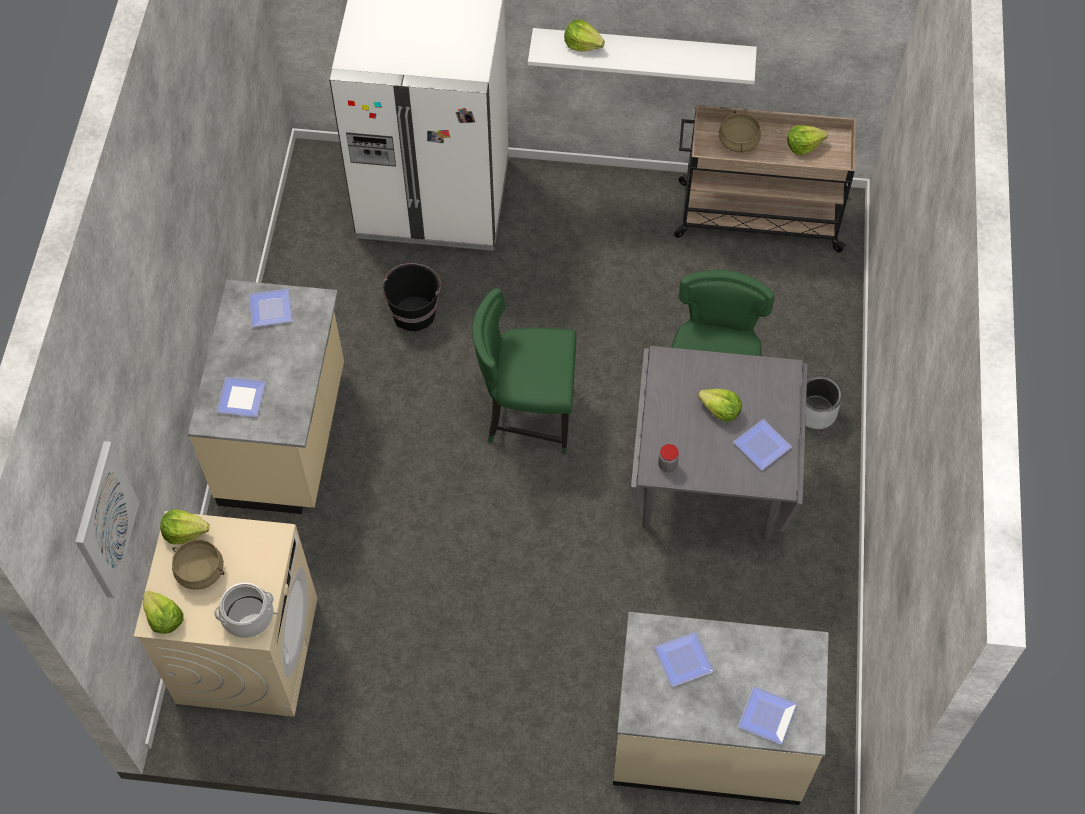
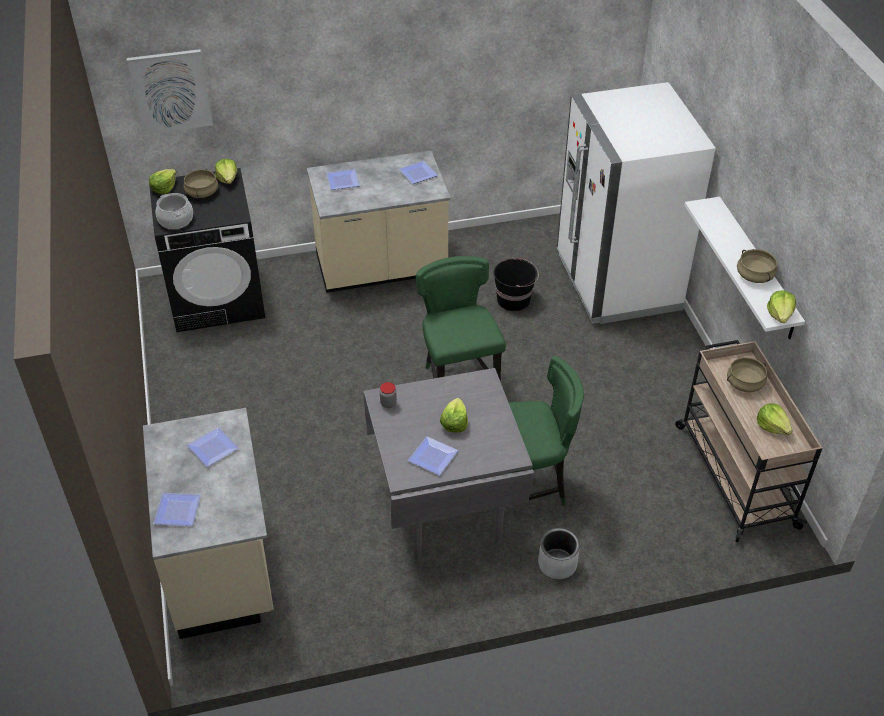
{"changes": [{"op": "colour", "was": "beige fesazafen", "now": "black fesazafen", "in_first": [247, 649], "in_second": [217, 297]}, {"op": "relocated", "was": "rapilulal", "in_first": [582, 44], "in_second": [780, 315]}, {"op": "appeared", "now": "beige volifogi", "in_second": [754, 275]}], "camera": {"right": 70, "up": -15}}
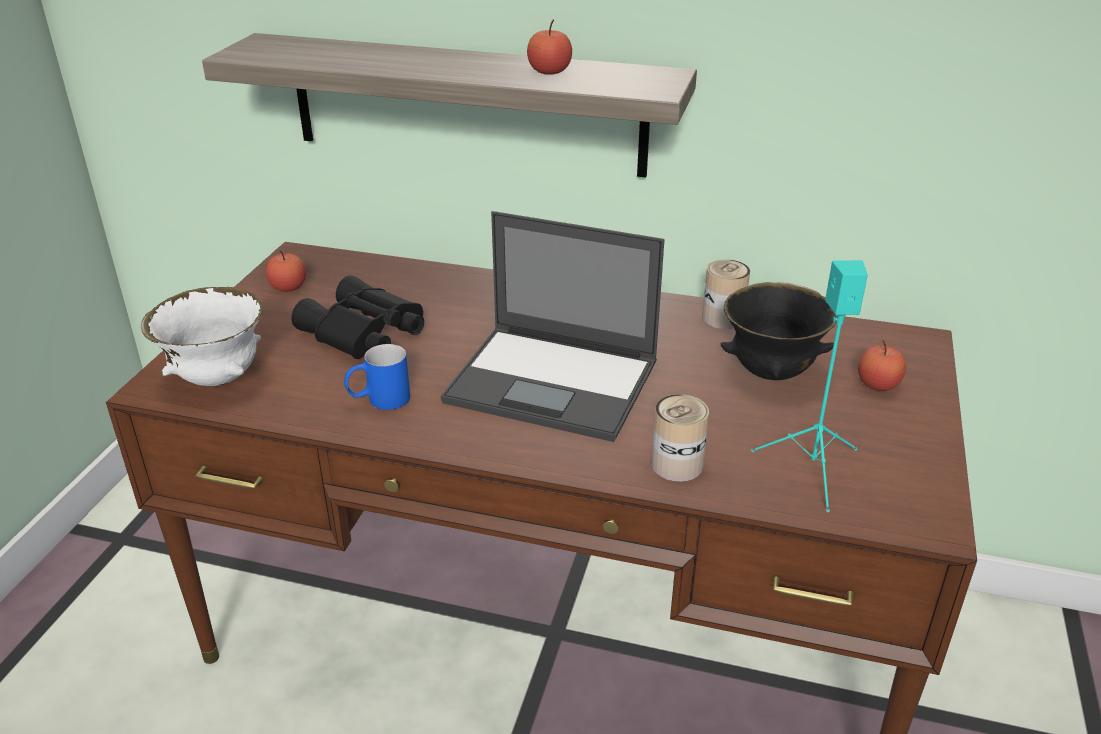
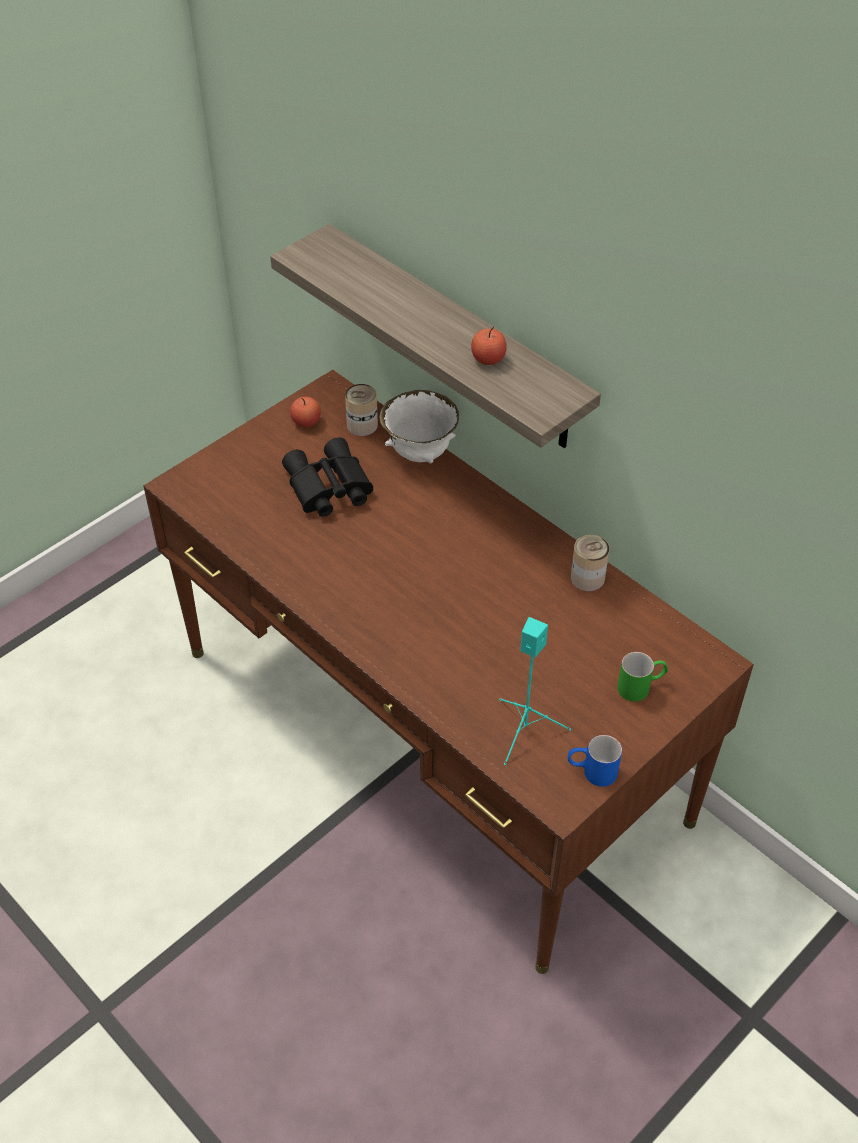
{"changes": [{"op": "relocated", "was": "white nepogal", "in_first": [217, 378], "in_second": [420, 453]}, {"op": "relocated", "was": "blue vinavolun", "in_first": [379, 401], "in_second": [591, 771]}, {"op": "missing", "was": "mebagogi", "in_first": [555, 382]}, {"op": "relocated", "was": "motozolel", "in_first": [677, 464], "in_second": [362, 425]}, {"op": "missing", "was": "black nepogal", "in_first": [772, 373]}, {"op": "exchanged", "was": "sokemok", "now": "green vinavolun", "in_first": [878, 384], "in_second": [641, 687]}], "camera": {"right": 30, "up": 15}}
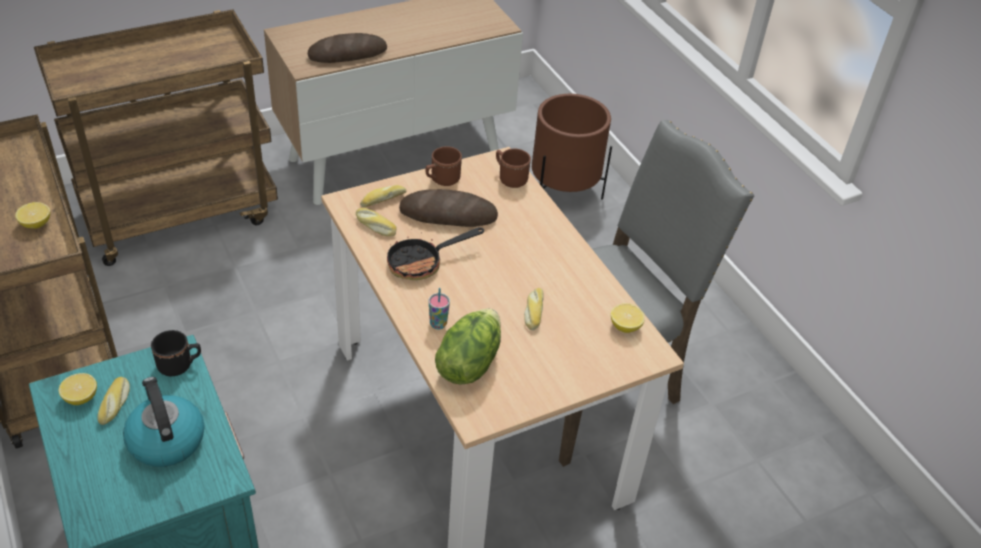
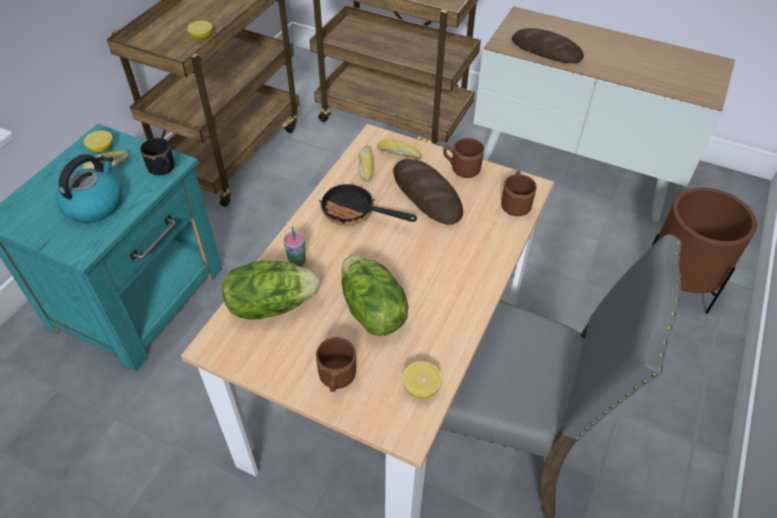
{"changes": [{"op": "exchanged", "was": "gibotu", "now": "rapilulal", "in_first": [533, 312], "in_second": [371, 311]}, {"op": "appeared", "now": "brown vinavolun", "in_second": [336, 379]}], "camera": {"right": 55, "up": 5}}
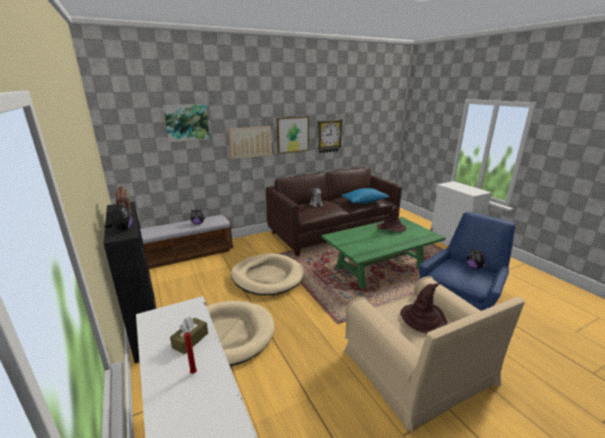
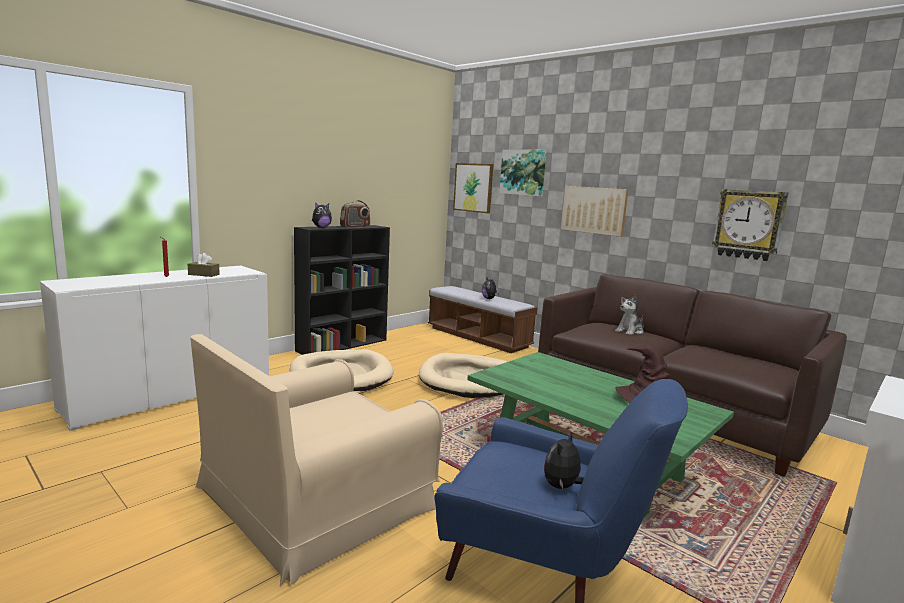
{"changes": [{"op": "relocated", "was": "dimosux", "in_first": [292, 134], "in_second": [473, 187]}, {"op": "missing", "was": "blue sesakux", "in_first": [364, 202]}, {"op": "missing", "was": "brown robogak", "in_first": [423, 319]}], "camera": {"right": 70, "up": -10}}
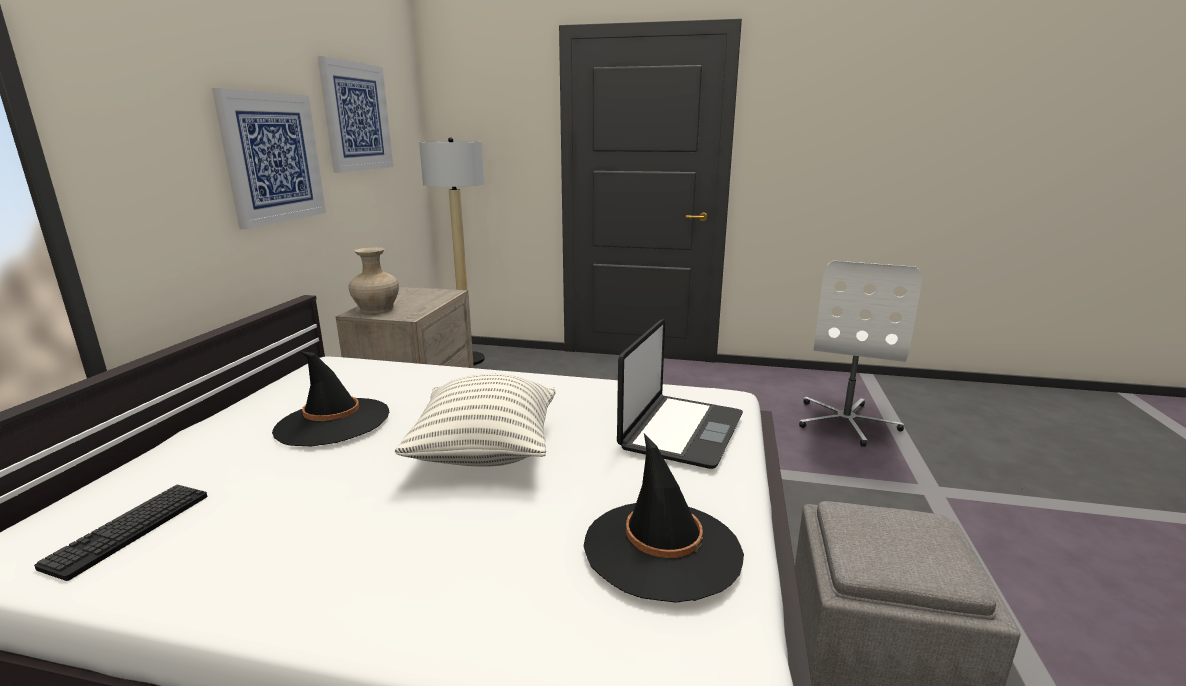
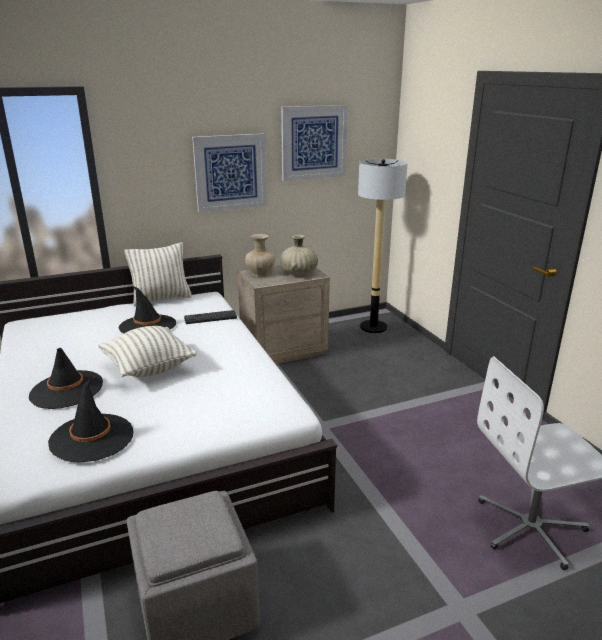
{"changes": [{"op": "relocated", "was": "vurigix", "in_first": [129, 529], "in_second": [210, 318]}, {"op": "missing", "was": "mebagogi", "in_first": [680, 431]}, {"op": "appeared", "now": "black robogak", "in_second": [66, 390]}, {"op": "appeared", "now": "sesakux", "in_second": [161, 299]}, {"op": "appeared", "now": "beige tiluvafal", "in_second": [298, 273]}], "camera": {"right": 55, "up": 5}}
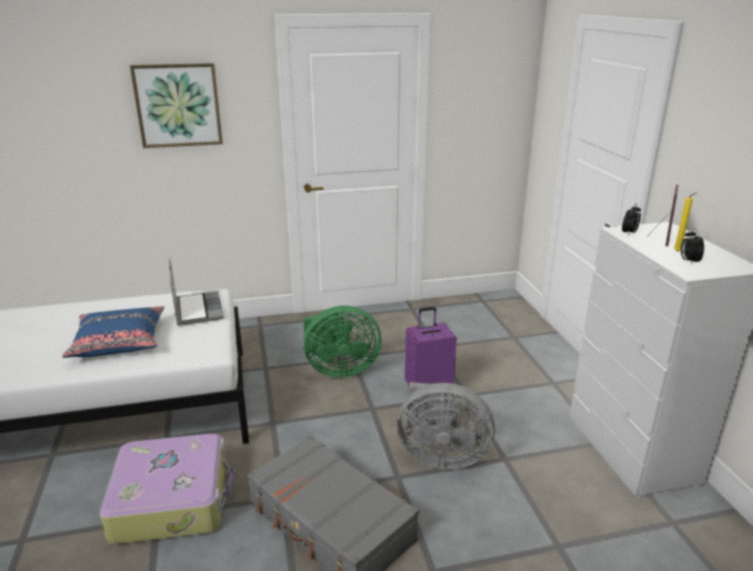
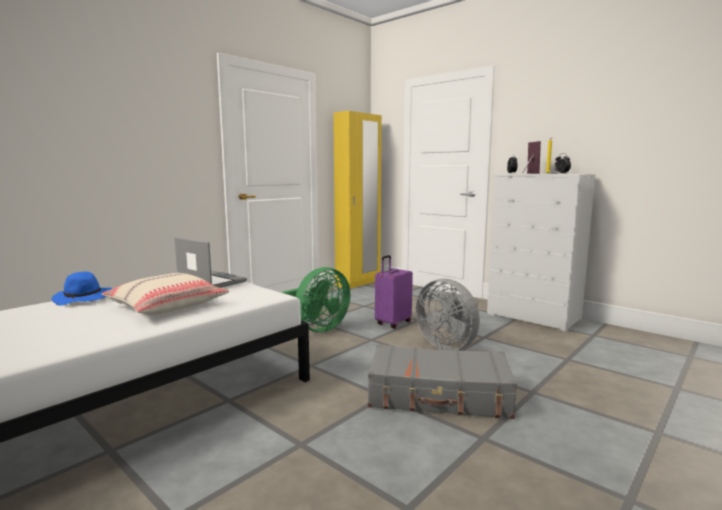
{"changes": [{"op": "colour", "was": "blue sesakux", "now": "beige sesakux", "in_first": [119, 341], "in_second": [167, 306]}, {"op": "missing", "was": "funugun", "in_first": [172, 499]}, {"op": "missing", "was": "dimosux", "in_first": [178, 105]}, {"op": "spun", "was": "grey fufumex", "in_first": [440, 455], "in_second": [448, 346], "clockwise": 75}, {"op": "appeared", "now": "blue robogak", "in_second": [84, 298]}, {"op": "appeared", "now": "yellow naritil", "in_second": [358, 283]}], "camera": {"right": -35, "up": -15}}
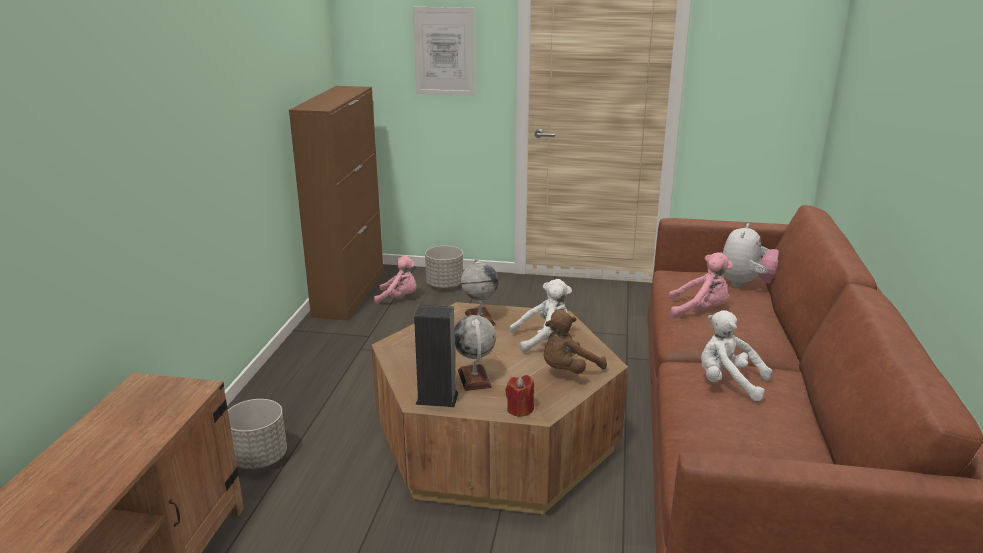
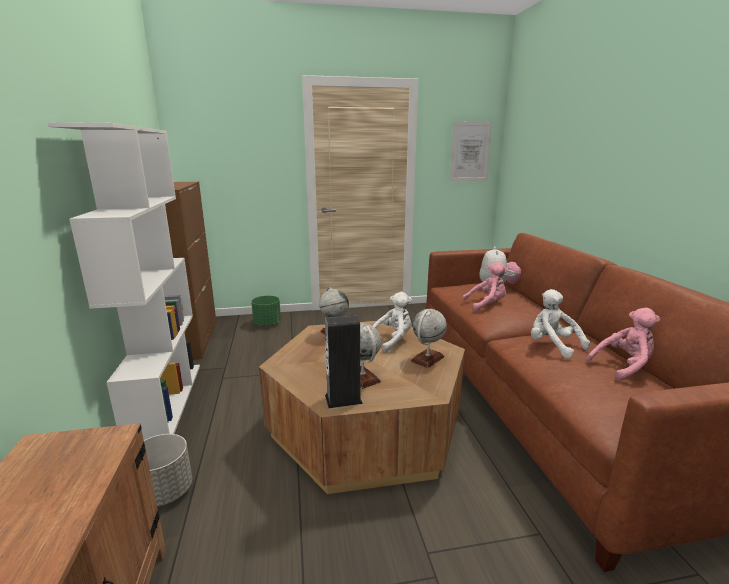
{"changes": [{"op": "relocated", "was": "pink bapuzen", "in_first": [399, 298], "in_second": [623, 367]}, {"op": "relocated", "was": "dimosux", "in_first": [444, 51], "in_second": [470, 152]}, {"op": "colour", "was": "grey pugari", "now": "green pugari", "in_first": [445, 285], "in_second": [267, 324]}, {"op": "missing", "was": "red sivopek", "in_first": [520, 409]}, {"op": "exchanged", "was": "brown bapuzen", "now": "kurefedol", "in_first": [568, 371], "in_second": [427, 359]}, {"op": "spun", "was": "white bapuzen", "in_first": [728, 383], "in_second": [552, 346], "clockwise": 45}, {"op": "appeared", "now": "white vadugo", "in_second": [166, 401]}], "camera": {"right": -20, "up": -5}}
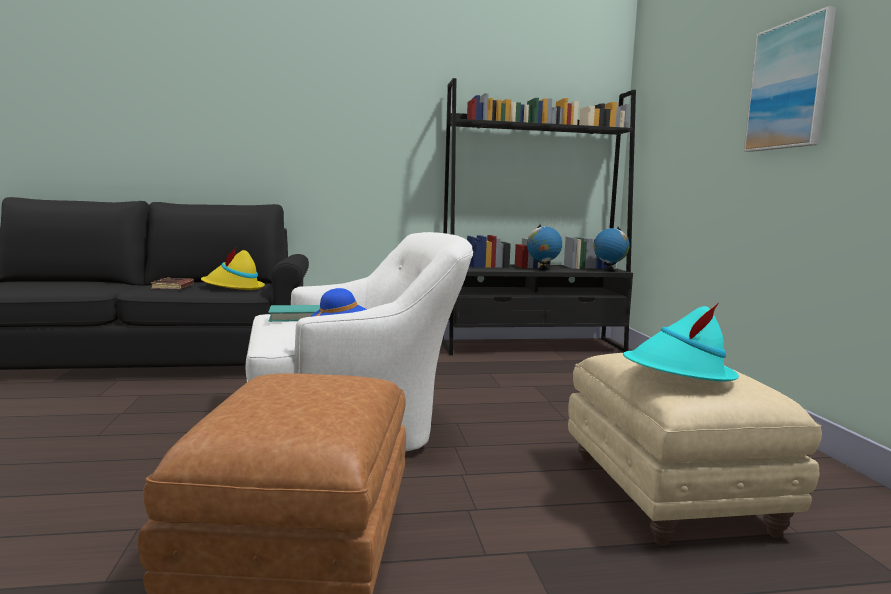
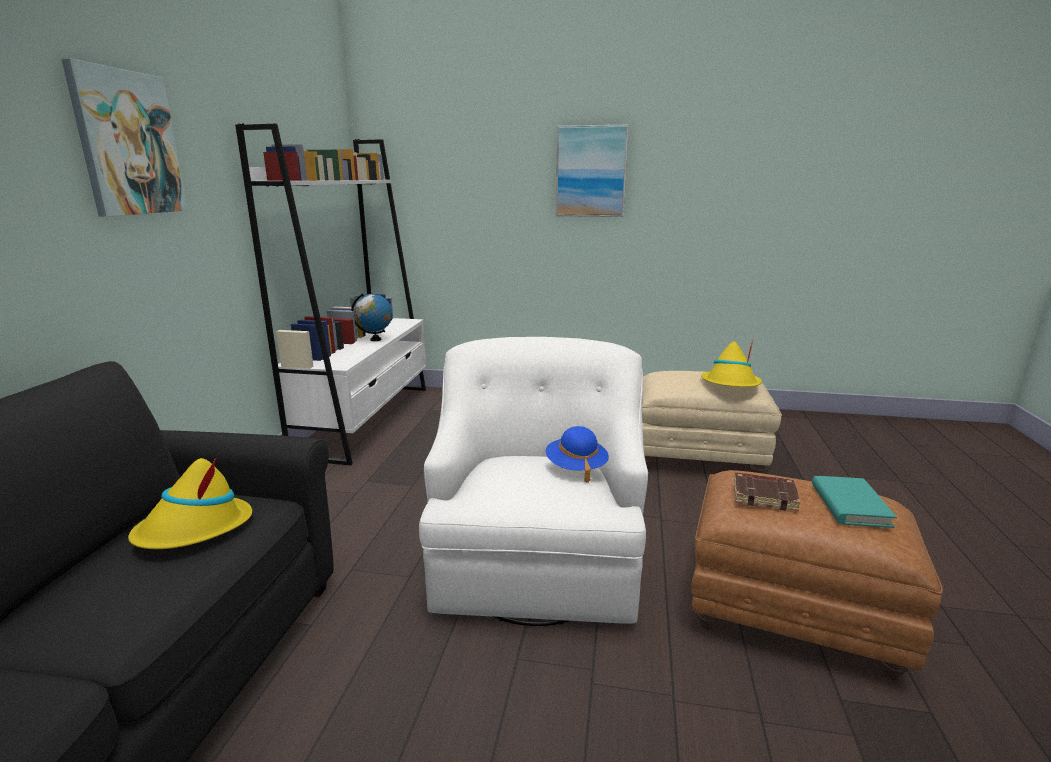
{"changes": [{"op": "relocated", "was": "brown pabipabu", "in_first": [173, 287], "in_second": [765, 495]}, {"op": "relocated", "was": "turquoise pabipabu", "in_first": [299, 317], "in_second": [849, 505]}, {"op": "colour", "was": "black vadugo", "now": "white vadugo", "in_first": [532, 346], "in_second": [366, 419]}, {"op": "missing", "was": "kurefedol", "in_first": [609, 271]}, {"op": "colour", "was": "turquoise robogak", "now": "yellow robogak", "in_first": [678, 374], "in_second": [731, 384]}, {"op": "appeared", "now": "dimosux", "in_second": [128, 144]}], "camera": {"right": -70, "up": 10}}
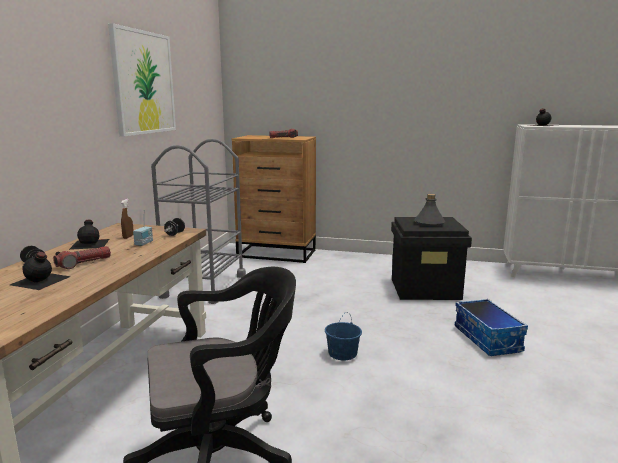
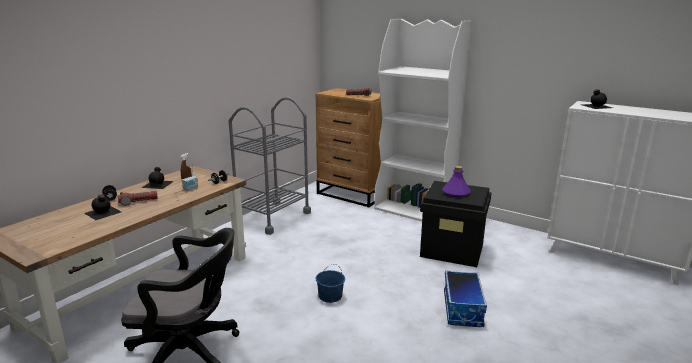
{"changes": [{"op": "missing", "was": "dimosux", "in_first": [143, 83]}, {"op": "colour", "was": "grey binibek", "now": "purple binibek", "in_first": [429, 223], "in_second": [456, 192]}, {"op": "appeared", "now": "white vadugo", "in_second": [414, 210]}], "camera": {"right": 20, "up": 5}}
